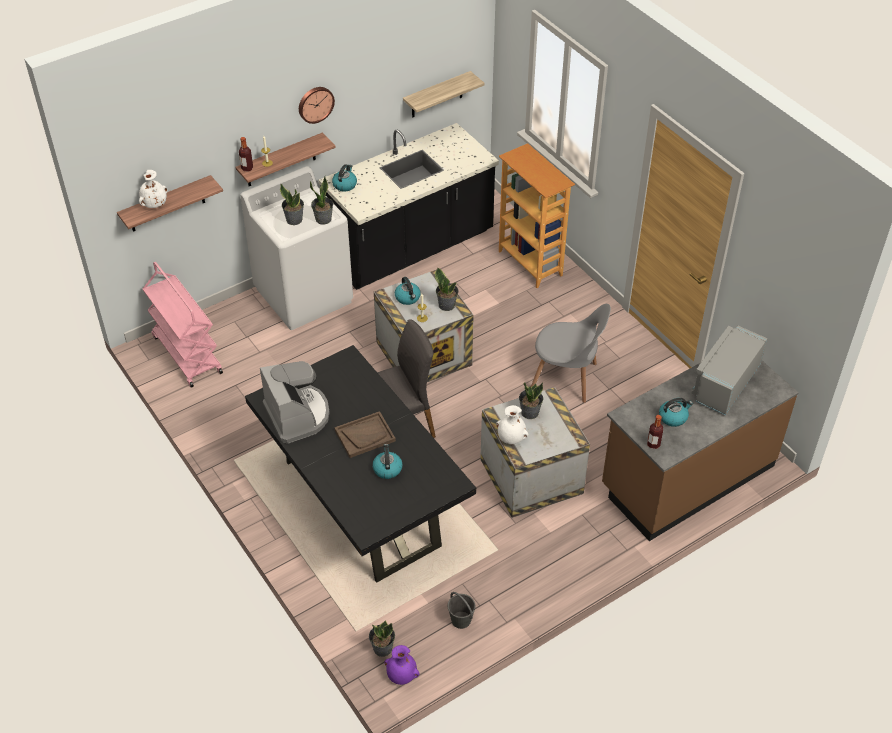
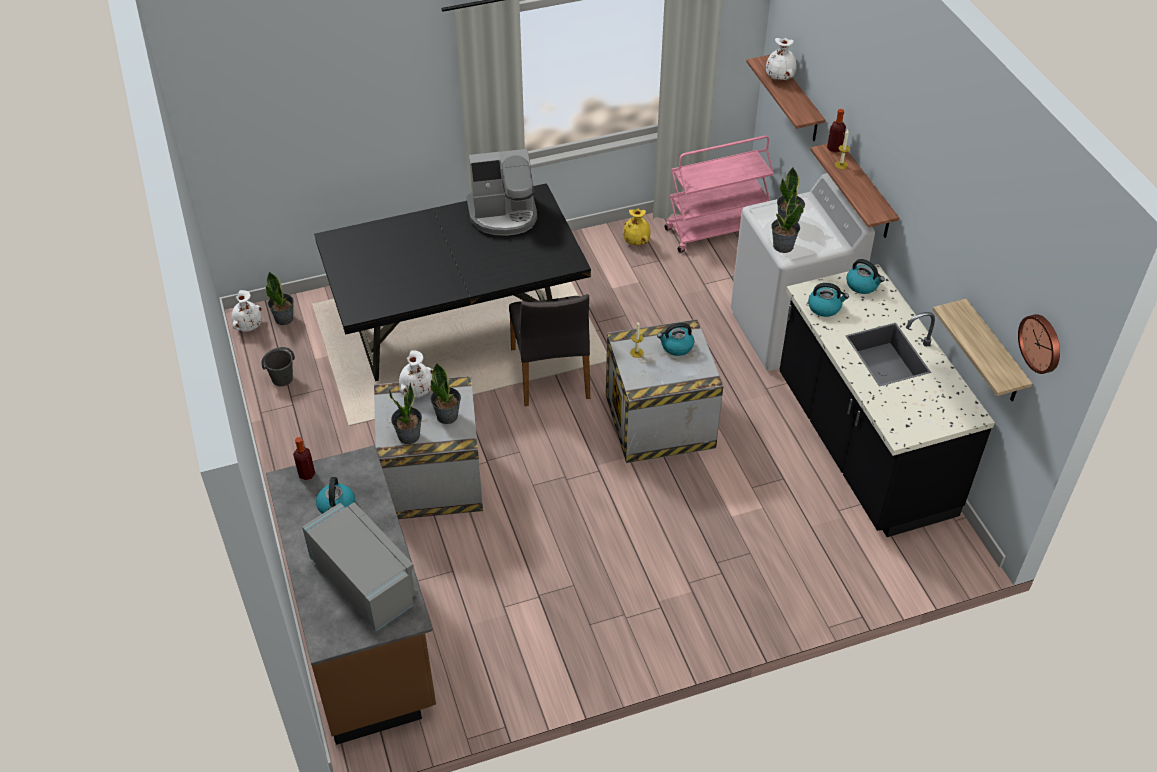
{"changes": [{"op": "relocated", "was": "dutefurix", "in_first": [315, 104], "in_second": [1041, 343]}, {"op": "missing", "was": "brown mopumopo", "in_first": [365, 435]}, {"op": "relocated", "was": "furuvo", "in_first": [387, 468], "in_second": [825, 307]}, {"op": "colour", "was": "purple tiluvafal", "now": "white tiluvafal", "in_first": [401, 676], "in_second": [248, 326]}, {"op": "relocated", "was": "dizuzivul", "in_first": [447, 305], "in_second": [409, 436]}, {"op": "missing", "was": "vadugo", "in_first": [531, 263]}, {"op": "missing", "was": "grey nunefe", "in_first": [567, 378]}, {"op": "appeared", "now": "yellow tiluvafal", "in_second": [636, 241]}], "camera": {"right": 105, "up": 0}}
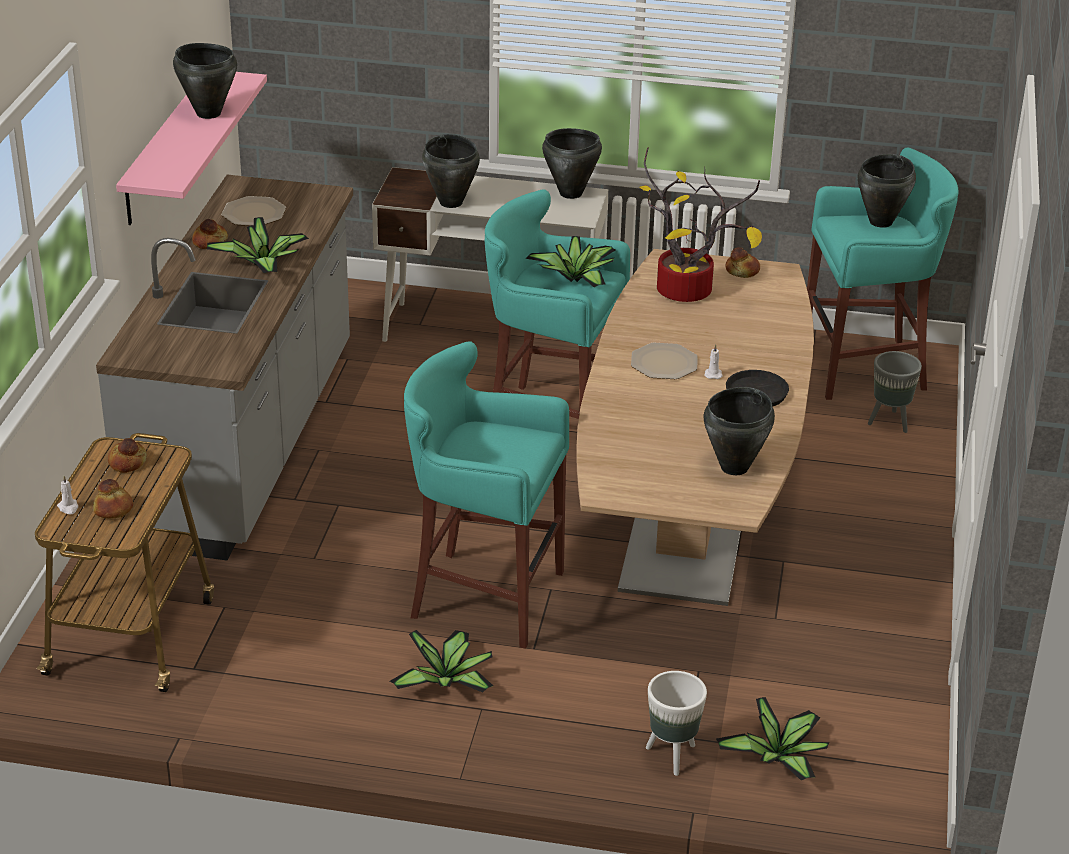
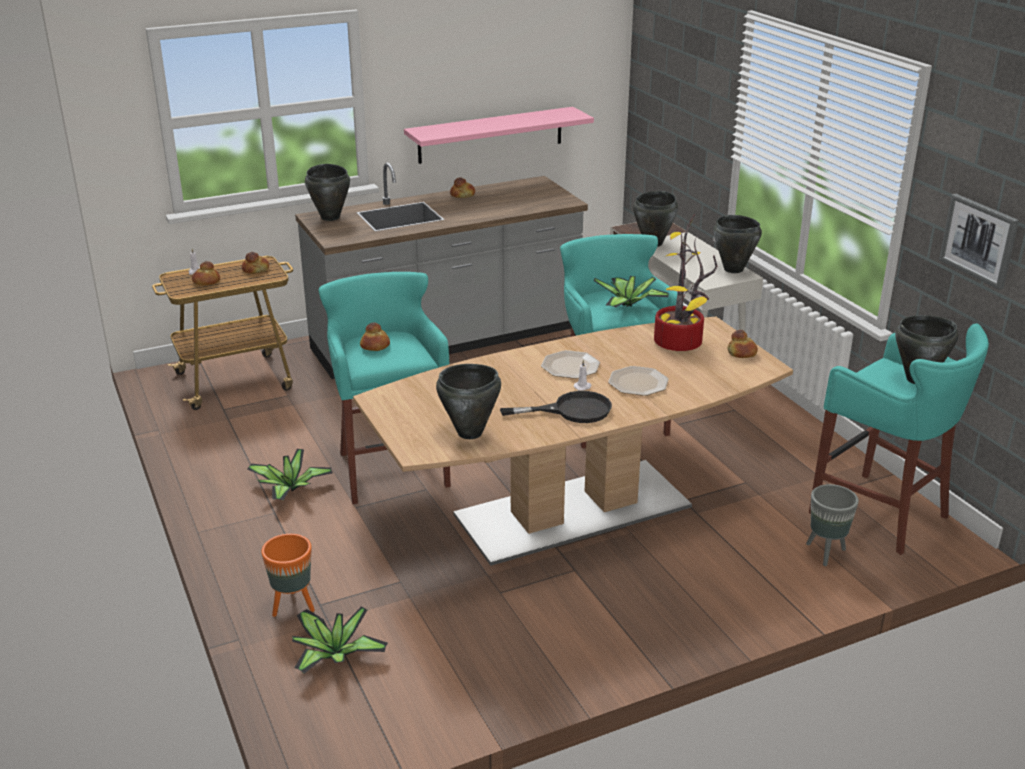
{"changes": [{"op": "relocated", "was": "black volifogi", "in_first": [208, 113], "in_second": [330, 217]}, {"op": "missing", "was": "dizuzivul", "in_first": [263, 266]}, {"op": "relocated", "was": "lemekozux", "in_first": [254, 213], "in_second": [638, 382]}, {"op": "colour", "was": "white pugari", "now": "orange pugari", "in_first": [672, 755], "in_second": [293, 606]}, {"op": "appeared", "now": "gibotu", "in_second": [375, 346]}, {"op": "appeared", "now": "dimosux", "in_second": [979, 240]}], "camera": {"right": 55, "up": -5}}
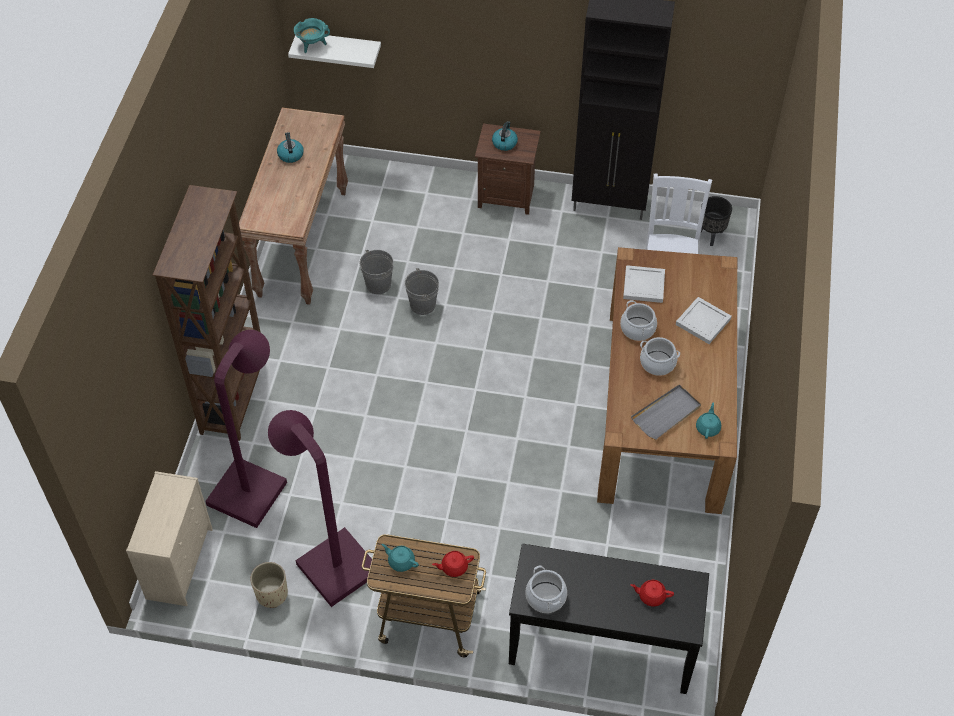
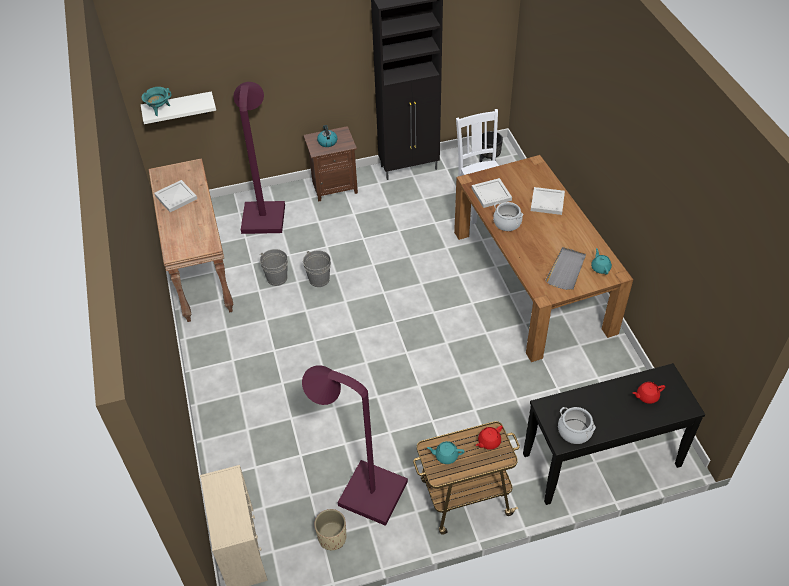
{"changes": [{"op": "missing", "was": "brown vadugo", "in_first": [235, 396]}, {"op": "relocated", "was": "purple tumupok", "in_first": [253, 484], "in_second": [264, 213]}, {"op": "exchanged", "was": "furuvo", "now": "white mopumopo", "in_first": [290, 154], "in_second": [176, 198]}, {"op": "missing", "was": "volifogi", "in_first": [657, 363]}], "camera": {"right": -25, "up": -5}}
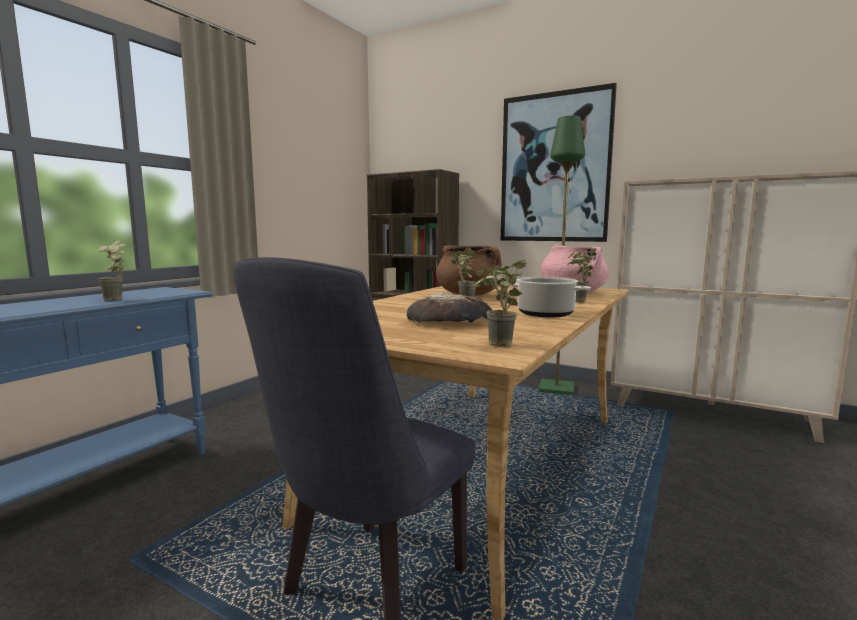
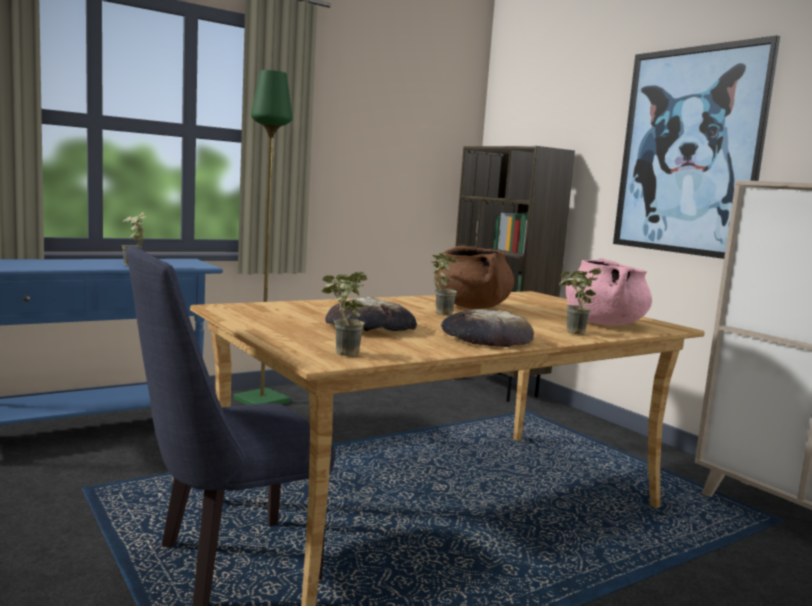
{"changes": [{"op": "exchanged", "was": "volifogi", "now": "gibotu", "in_first": [544, 314], "in_second": [486, 337]}, {"op": "relocated", "was": "green tumupok", "in_first": [557, 389], "in_second": [263, 401]}], "camera": {"right": 25, "up": 0}}
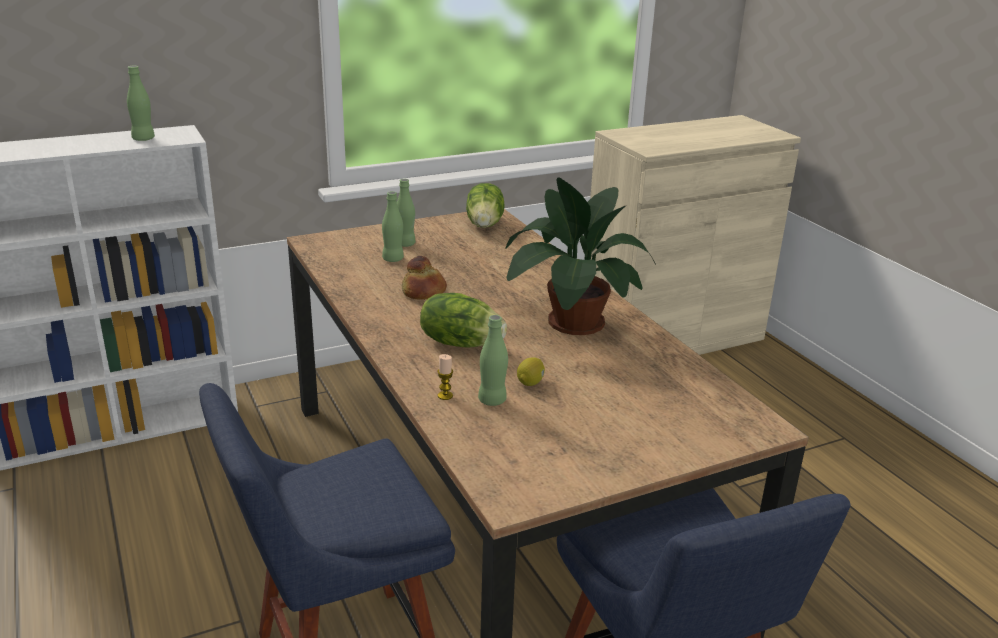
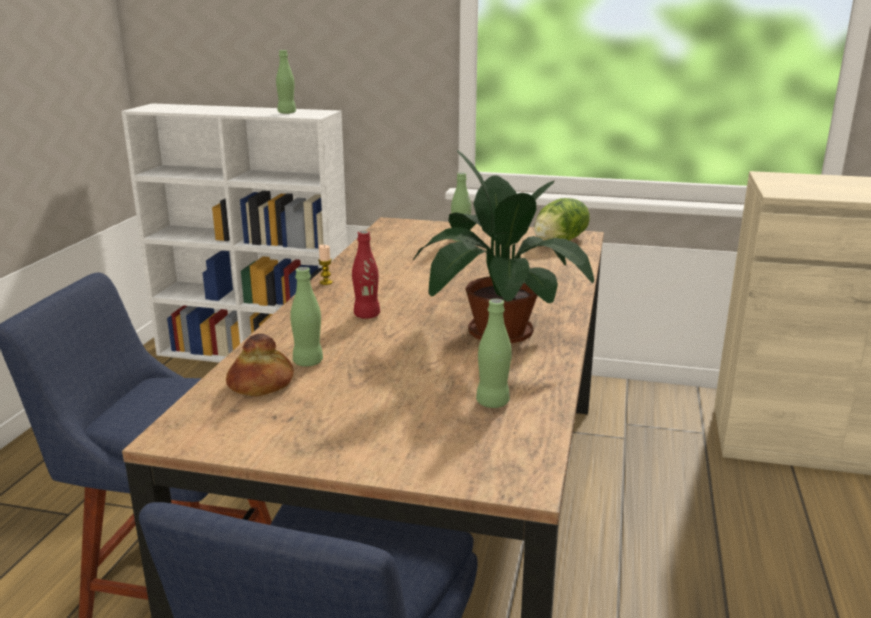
{"changes": [{"op": "relocated", "was": "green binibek", "in_first": [393, 259], "in_second": [492, 402]}, {"op": "relocated", "was": "gibotu", "in_first": [424, 292], "in_second": [261, 384]}, {"op": "exchanged", "was": "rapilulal", "now": "red binibek", "in_first": [460, 343], "in_second": [366, 315]}, {"op": "relocated", "was": "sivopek", "in_first": [445, 396], "in_second": [326, 282]}, {"op": "missing", "was": "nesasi", "in_first": [530, 382]}], "camera": {"right": 40, "up": -5}}
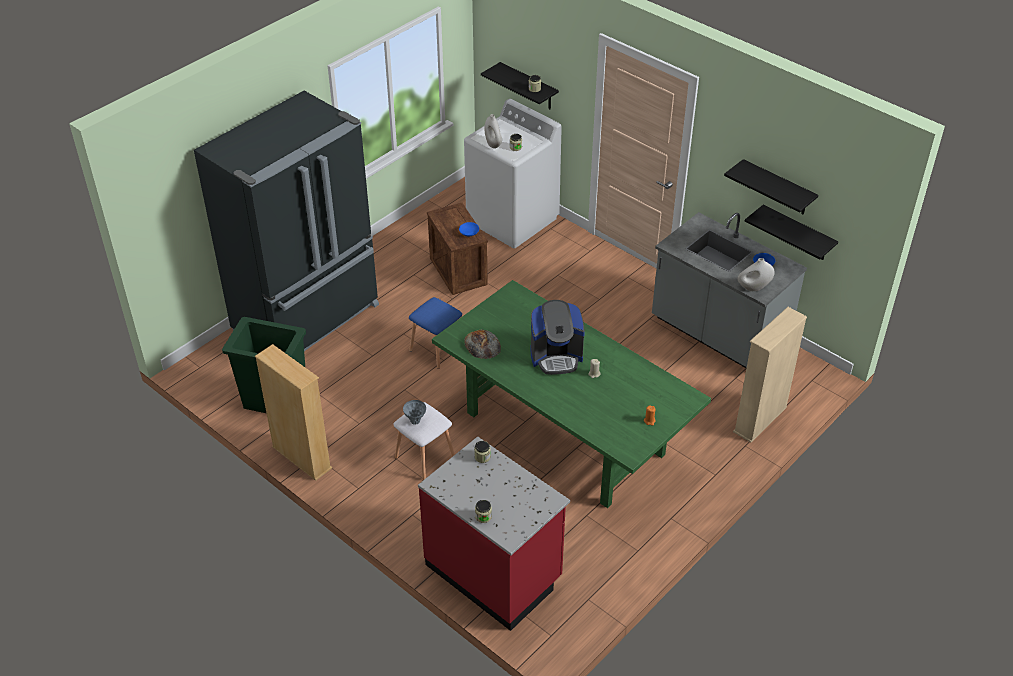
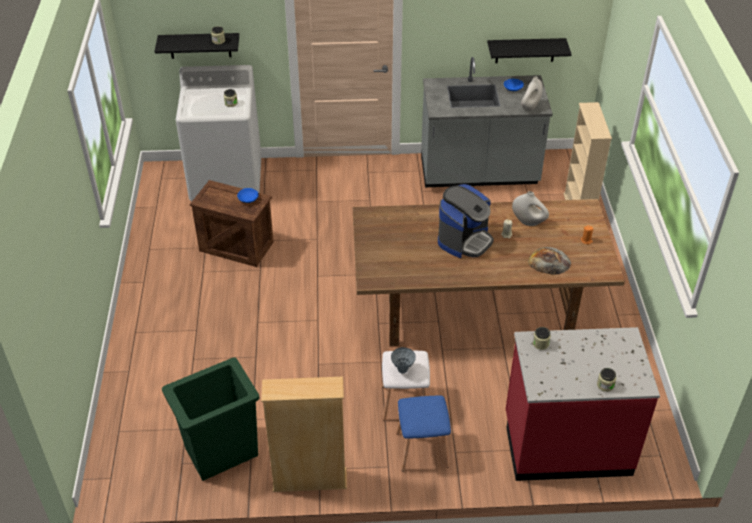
{"changes": [{"op": "missing", "was": "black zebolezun", "in_first": [308, 318]}, {"op": "relocated", "was": "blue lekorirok", "in_first": [437, 348], "in_second": [421, 449]}, {"op": "colour", "was": "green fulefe", "now": "brown fulefe", "in_first": [566, 434], "in_second": [477, 309]}, {"op": "relocated", "was": "gibotu", "in_first": [482, 345], "in_second": [549, 262]}, {"op": "relocated", "was": "white tiluvafal", "in_first": [493, 144], "in_second": [528, 222]}, {"op": "missing", "was": "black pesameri", "in_first": [778, 188]}], "camera": {"right": -45, "up": 0}}
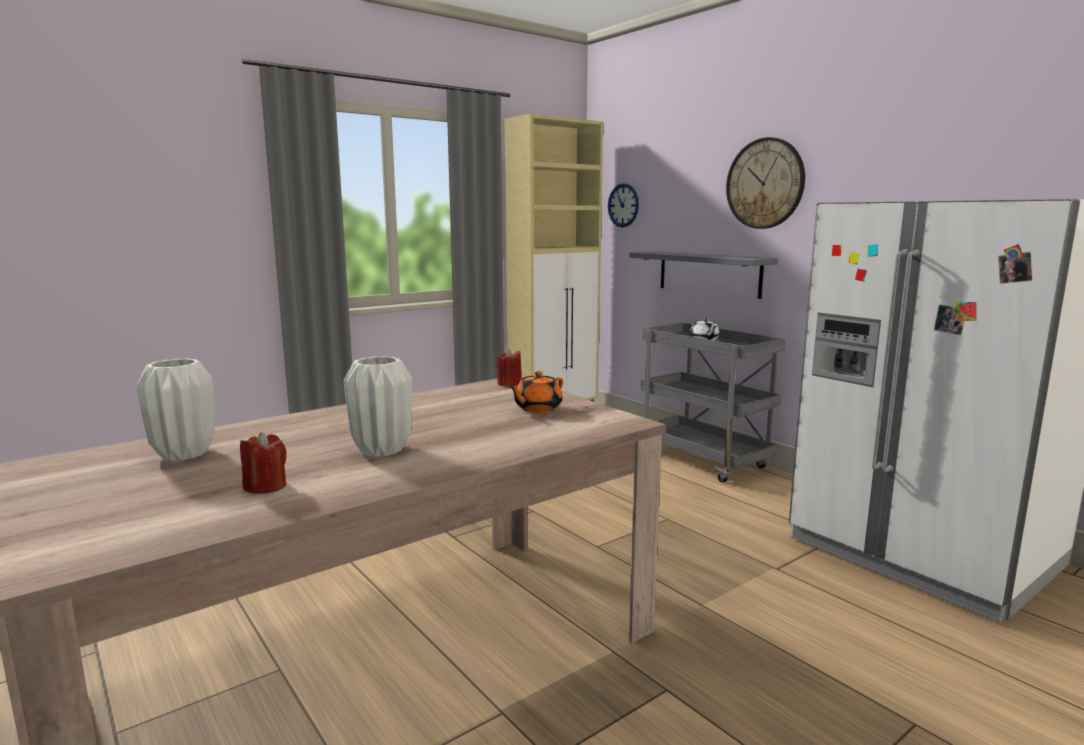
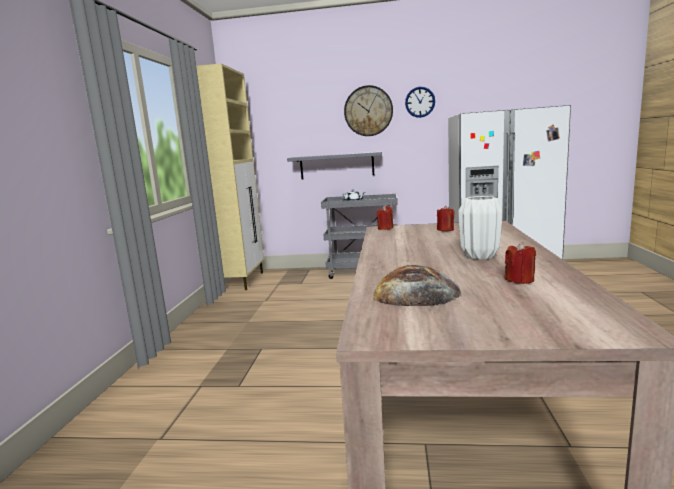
{"changes": [{"op": "exchanged", "was": "white tiluvafal", "now": "gibotu", "in_first": [183, 454], "in_second": [415, 293]}, {"op": "exchanged", "was": "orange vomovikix", "now": "red sivopek", "in_first": [537, 408], "in_second": [445, 229]}, {"op": "relocated", "was": "dutefurix", "in_first": [623, 205], "in_second": [420, 102]}], "camera": {"right": -45, "up": 0}}
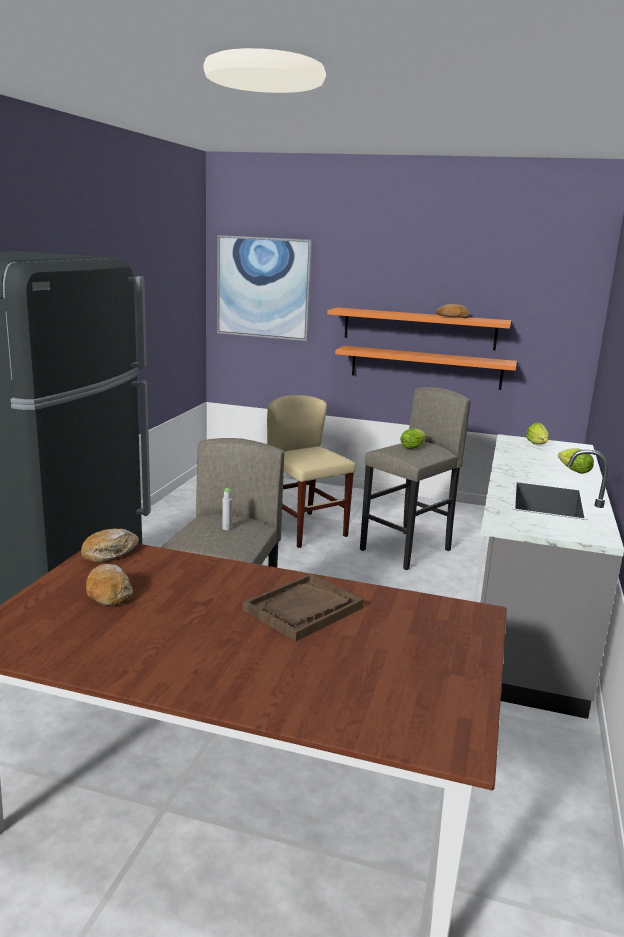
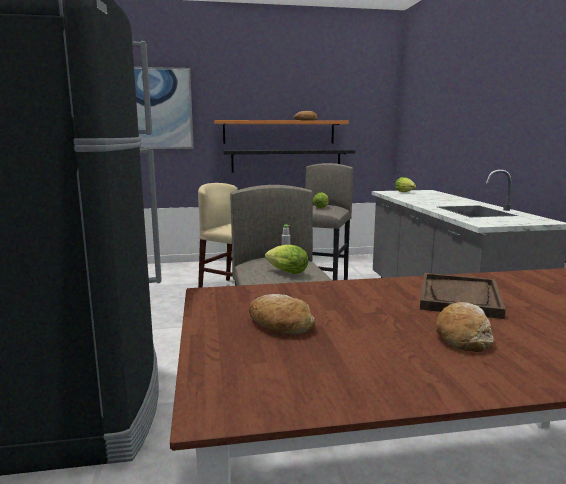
{"changes": [{"op": "relocated", "was": "gibotu", "in_first": [110, 553], "in_second": [462, 336]}, {"op": "colour", "was": "orange pesameri", "now": "black pesameri", "in_first": [426, 367], "in_second": [286, 160]}, {"op": "relocated", "was": "rapilulal", "in_first": [572, 470], "in_second": [285, 272]}], "camera": {"right": -25, "up": -5}}
